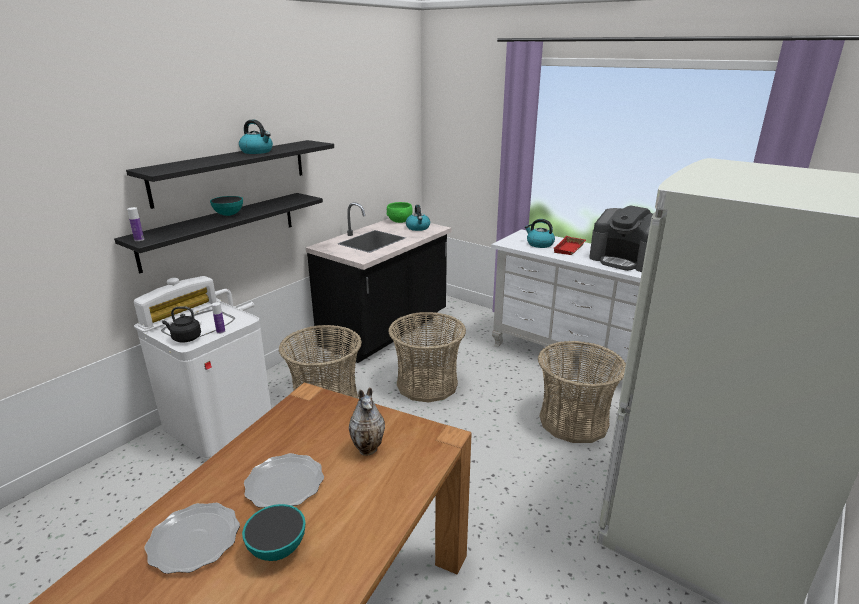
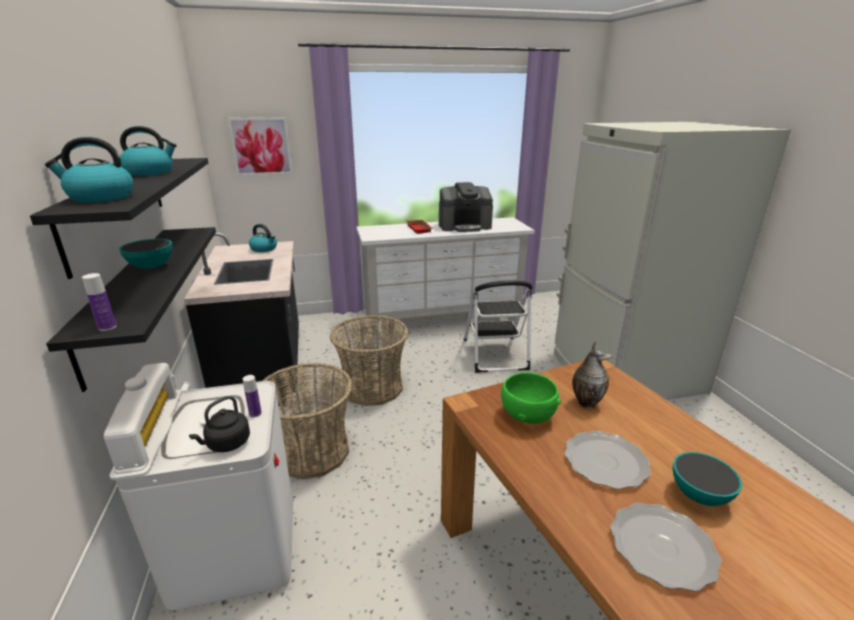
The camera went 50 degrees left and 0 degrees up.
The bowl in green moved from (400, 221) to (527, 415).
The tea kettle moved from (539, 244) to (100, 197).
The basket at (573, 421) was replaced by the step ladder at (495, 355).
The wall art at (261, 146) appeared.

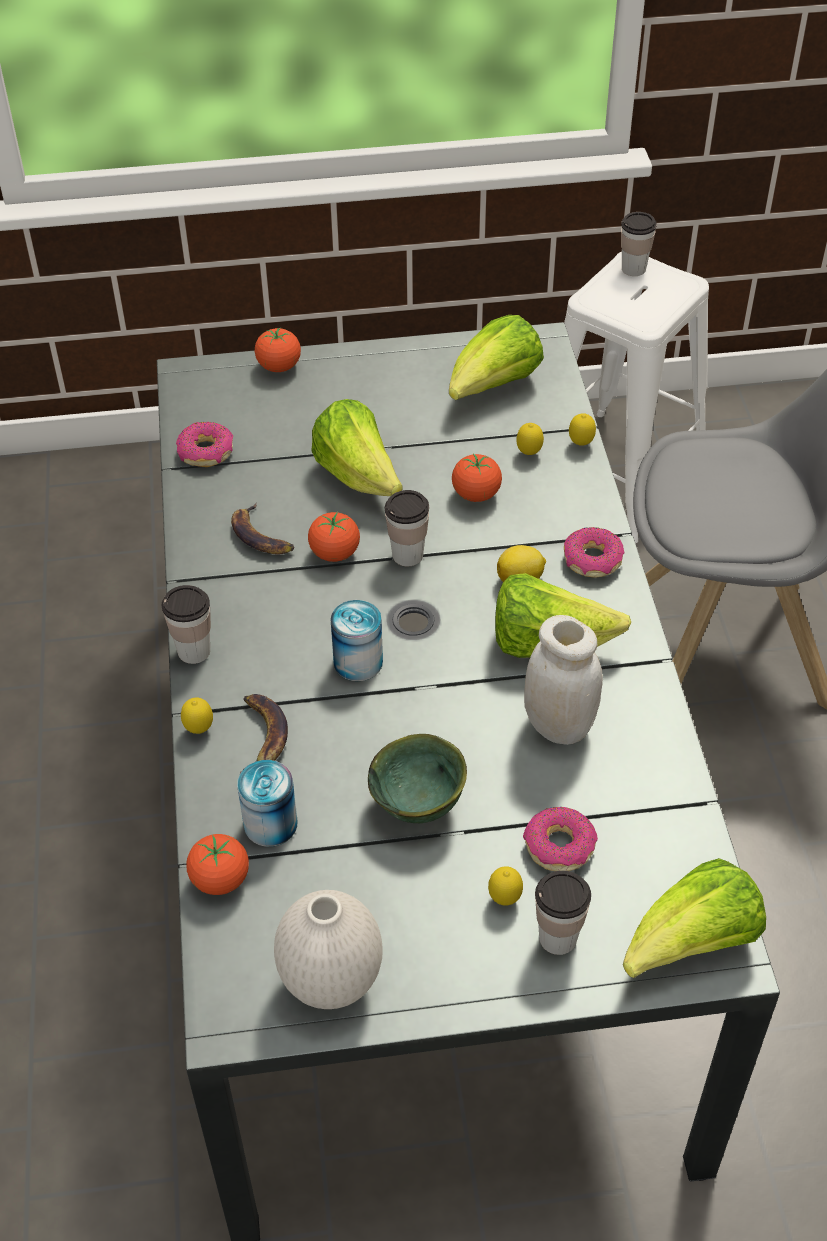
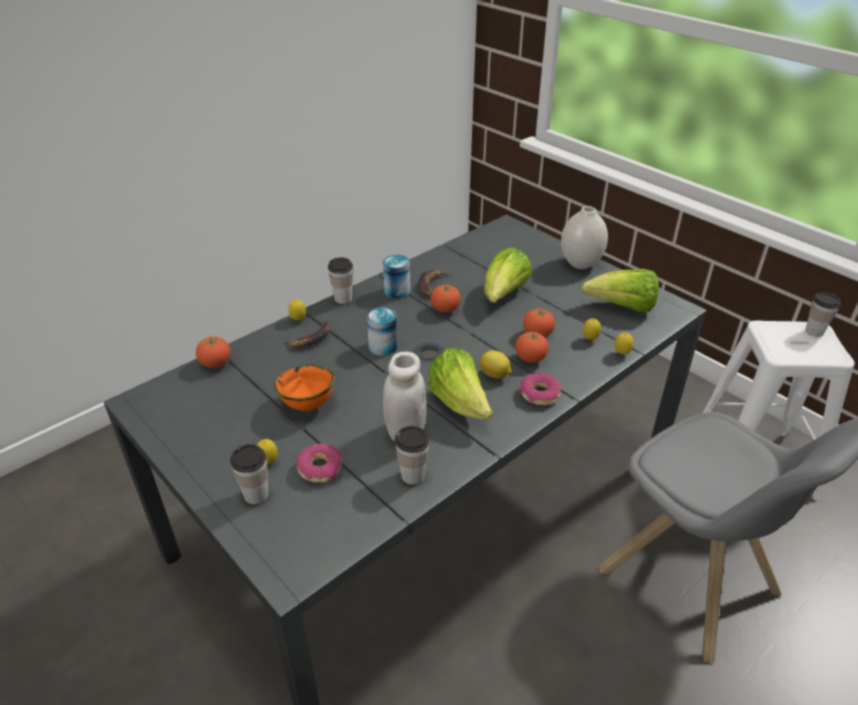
The camera went 55 degrees right and 10 degrees down.
The ring doughnut at (206, 452) disappeared.
The metal can moved from (270, 824) to (397, 291).
The whole tomato moved from (279, 366) to (530, 359).
The decorative vase in white-coloured moved from (332, 984) to (580, 264).
The bowl in green at (419, 806) became the bowl in orangey at (307, 406).
The cup moved from (407, 555) to (412, 475).
The head of lettuce at (691, 944) disappeared.

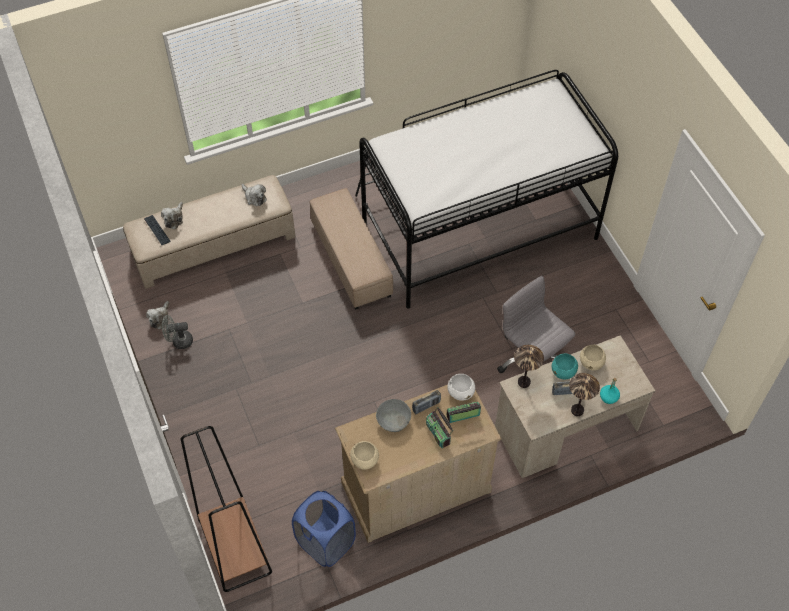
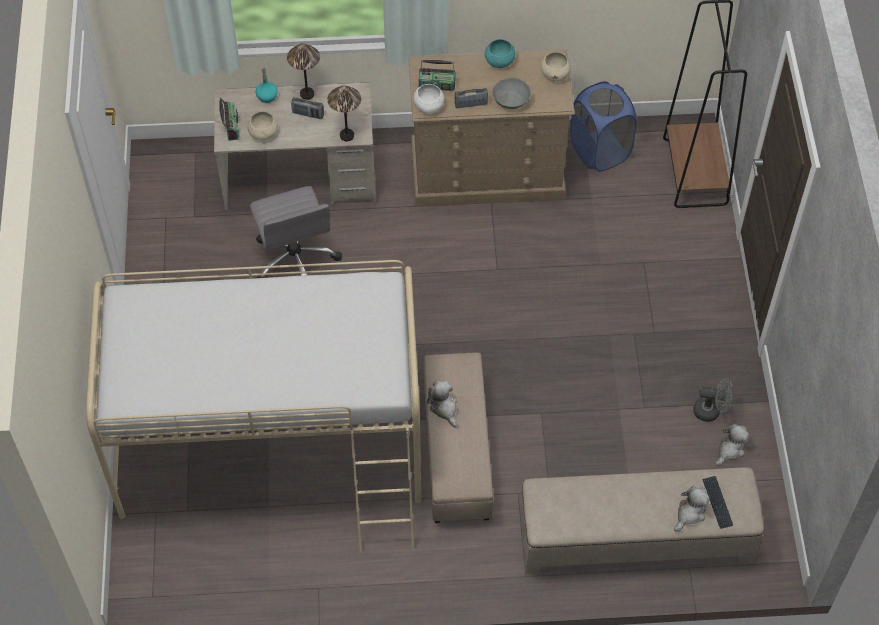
The camera went 160 degrees left and 0 degrees up.
The cuddly toy moved from (254, 197) to (444, 408).
The bed in blackish at (476, 230) became the bed in beige-coloured at (274, 442).
The radio moved from (438, 433) to (230, 126).
The bowl in blue-green moved from (563, 371) to (499, 61).

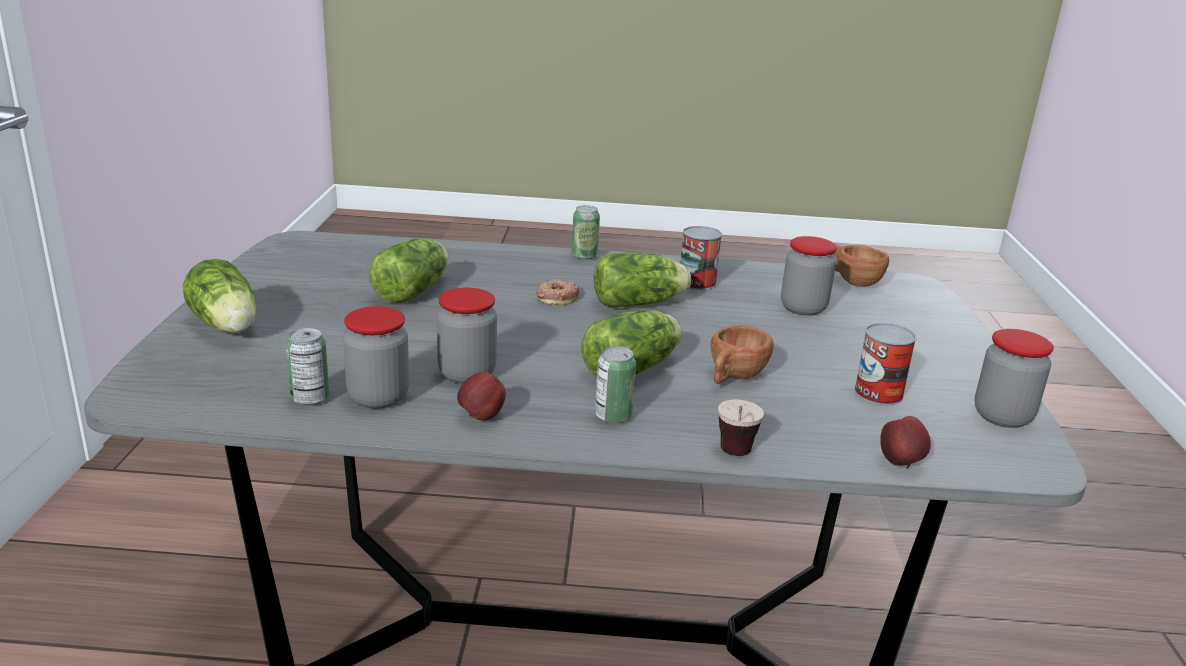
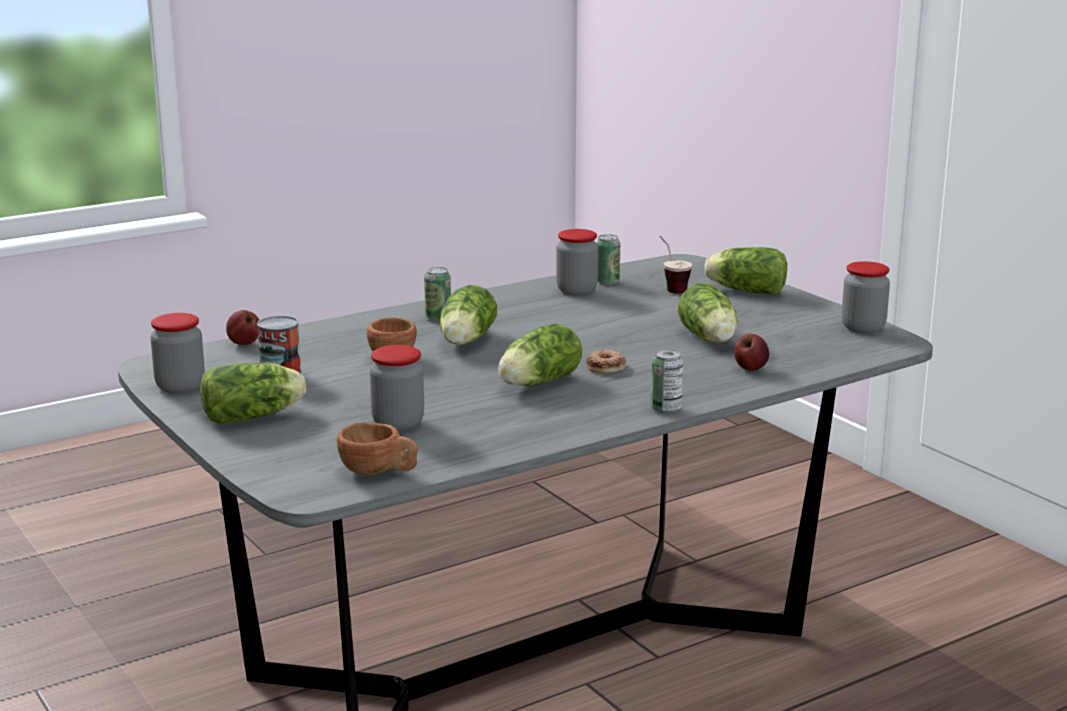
The camera went 145 degrees right and 5 degrees down.
The preserve jar moved from (467, 374) to (863, 328).
The apple fruit moved from (481, 417) to (750, 369).
The metal can at (697, 282) disappeared.
The cup moved from (734, 458) to (671, 288).
The head of lettuce at (256, 416) appeared.

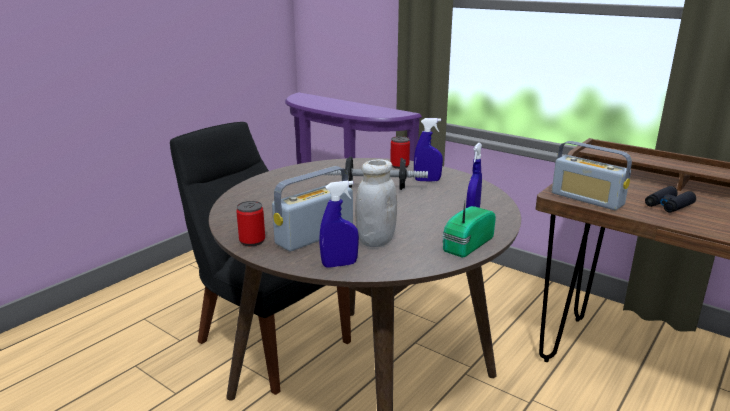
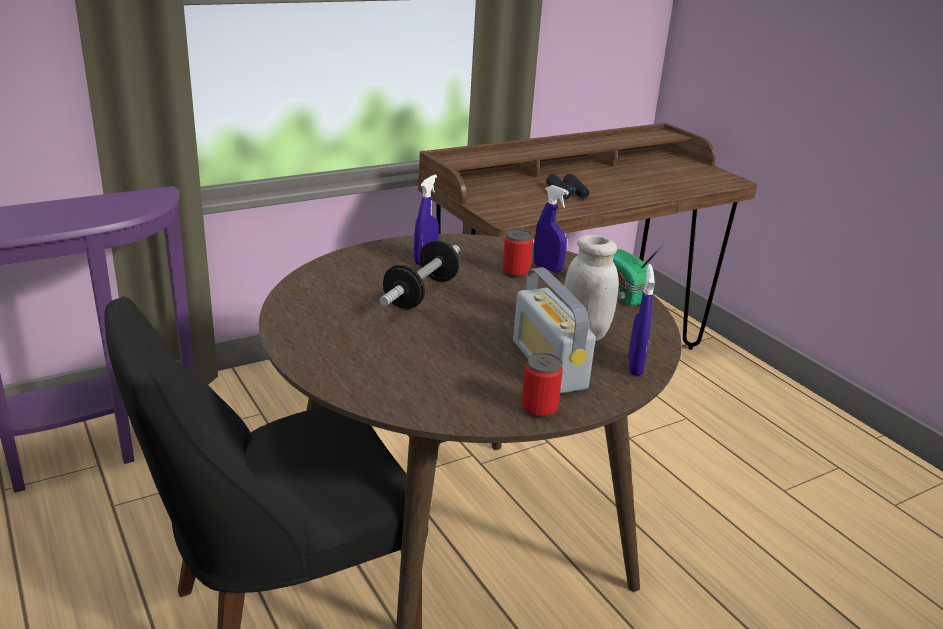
The camera went 70 degrees left and 5 degrees up.
The metal can moved from (399, 166) to (515, 272).
The radio at (587, 199) disappeared.

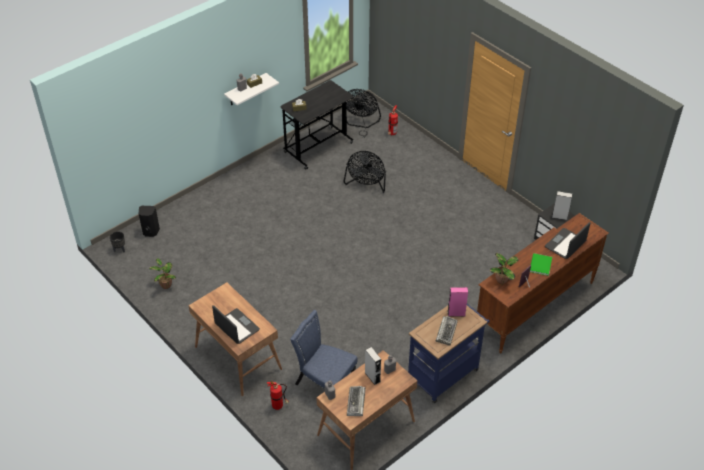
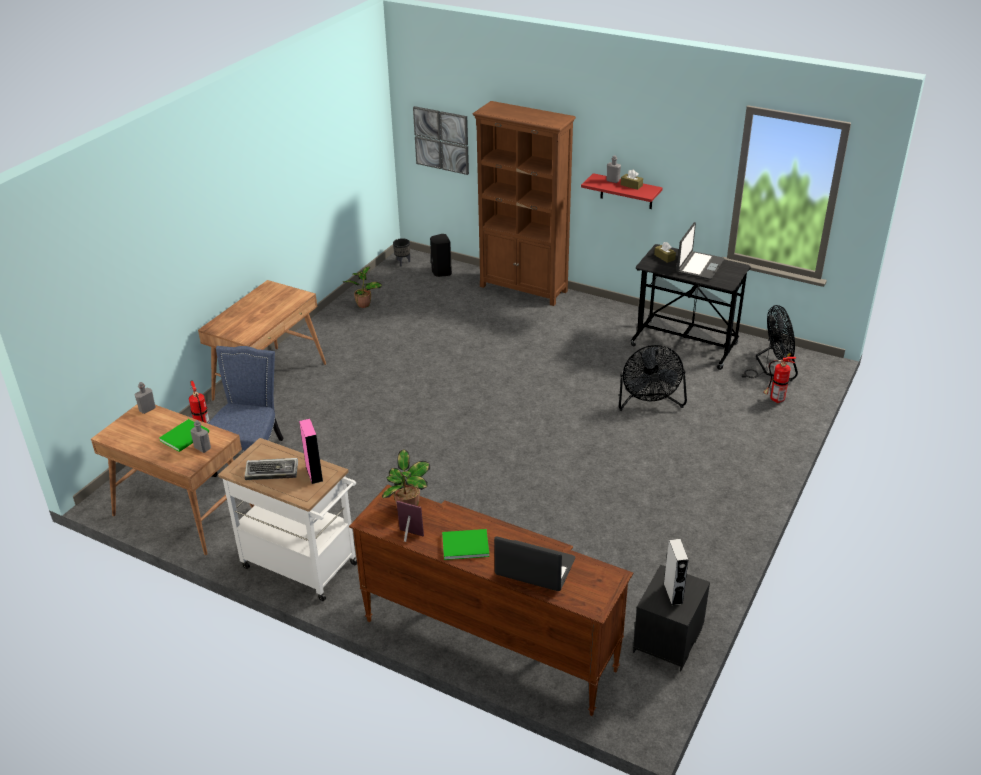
The camera went 70 degrees right and 10 degrees down.
The notebook computer moved from (236, 327) to (699, 266).
The wall shelf in white-coloured at (246, 90) became the wall shelf in red-coloured at (626, 191).
The cooling fan in blackish at (365, 183) turned 90 degrees counterclockwise.
The keyboard at (356, 403) disappeared.
The speaker in grey at (372, 377) was replaced by the bound book in green at (186, 436).
The wheeled cart in bluish at (445, 374) became the wheeled cart in white-coloured at (303, 567).
The wall art at (441, 140) appeared.
The bookshelf in brown-coloured at (524, 289) appeared.

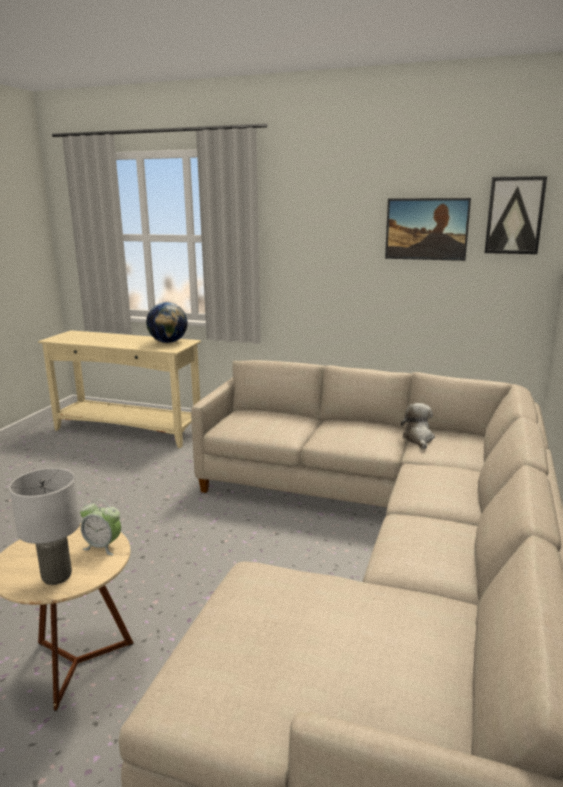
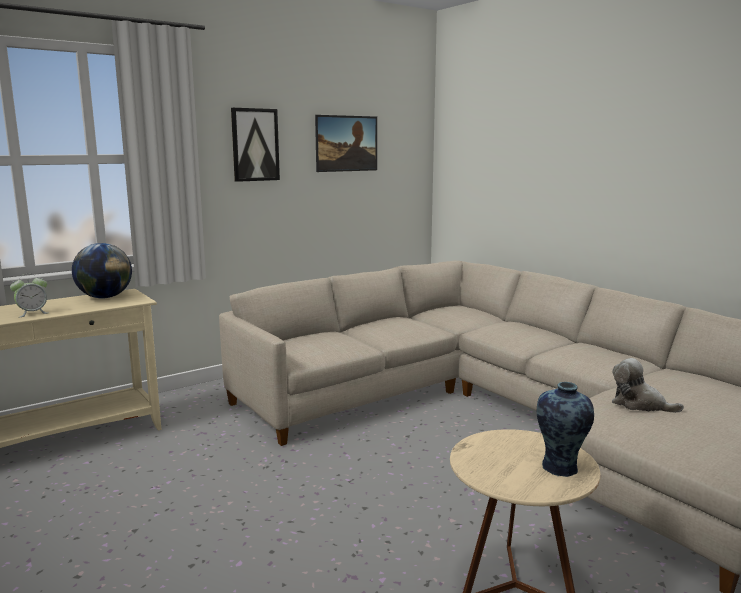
The camera went 55 degrees left and 5 degrees down.
The lamp for a table in white-coloured at (55, 577) was replaced by the decorative vase at (560, 468).
The alarm clock moved from (103, 547) to (32, 313).
The cuddly toy moved from (418, 439) to (639, 404).
The wall art moved from (514, 215) to (255, 145).

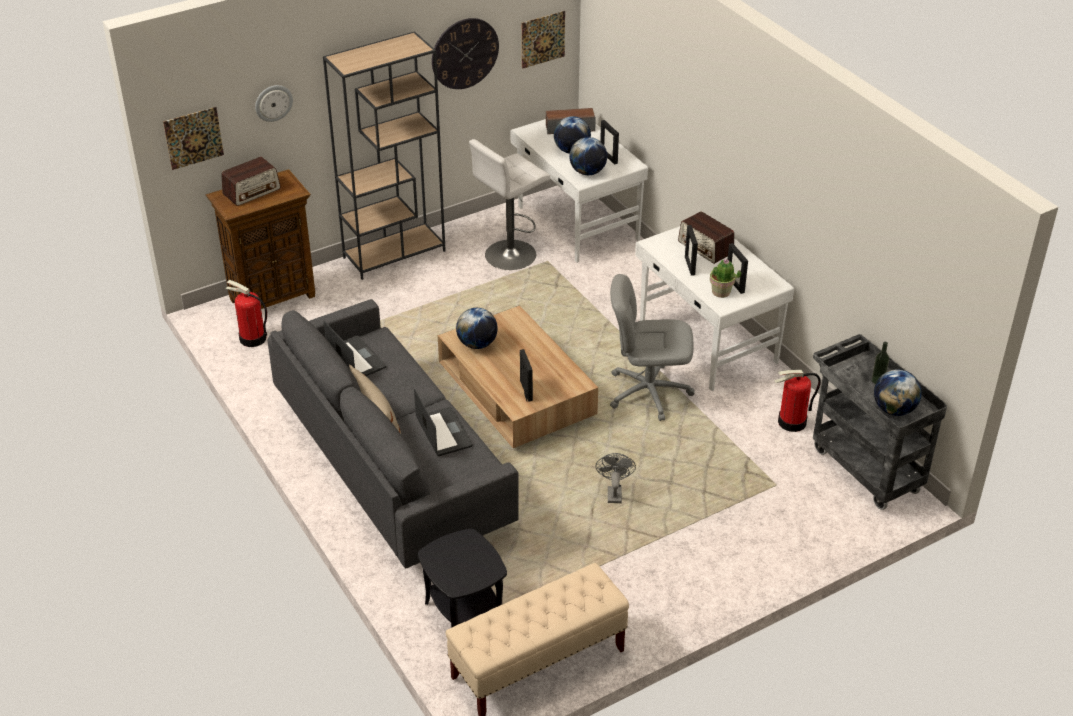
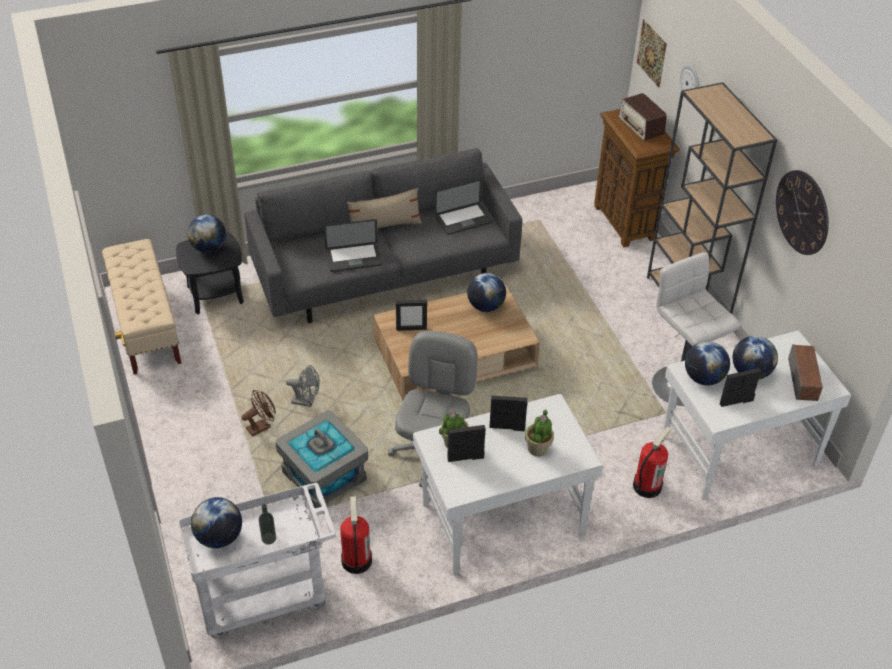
The camera went 100 degrees right and 5 degrees up.
The fire extinguisher moved from (252, 338) to (647, 486).
The wall art at (543, 39) disappeared.
The radio at (705, 247) was replaced by the houseplant at (538, 448).
The wheeled cart in blackish at (862, 469) became the wheeled cart in white-coloured at (268, 602).
The globe at (209, 248) appeared.
The cooling fan in brown-coloured at (261, 426) appeared.
The storage container in grey at (323, 476) appeared.

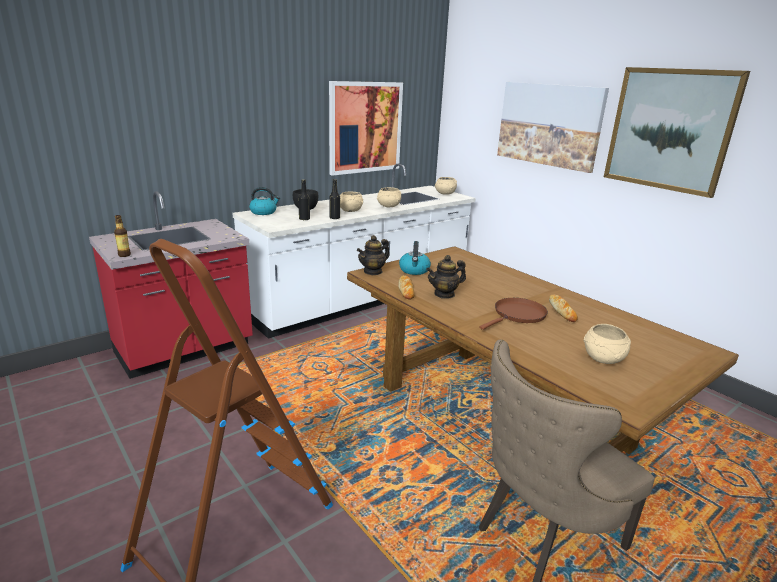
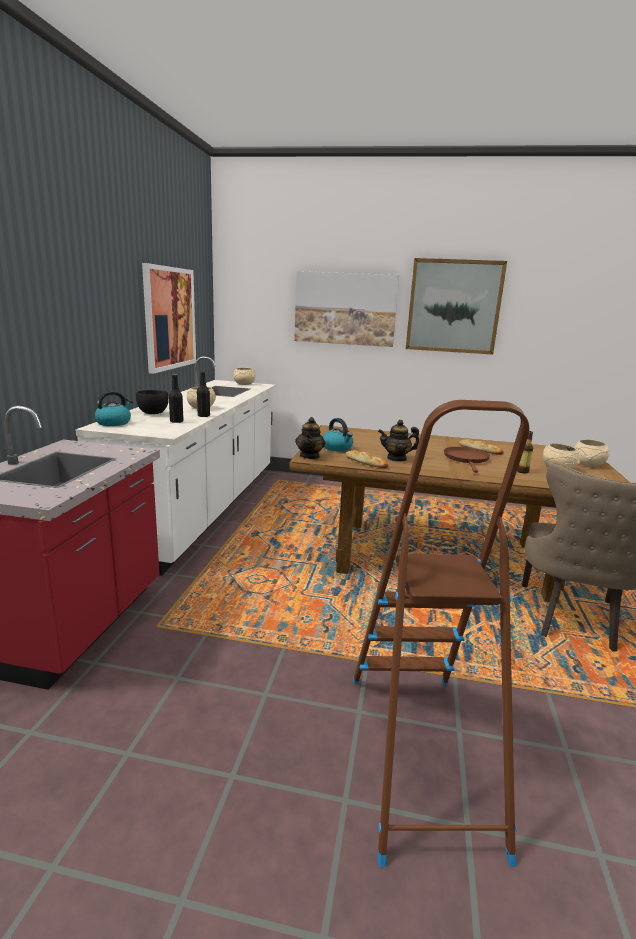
The camera went 40 degrees left and 5 degrees down.
The beverage bottle moved from (124, 255) to (522, 471).
The bowl in beige-coloured moved from (389, 206) to (588, 464).
The tea pot at (444, 294) turned 60 degrees clockwise.

